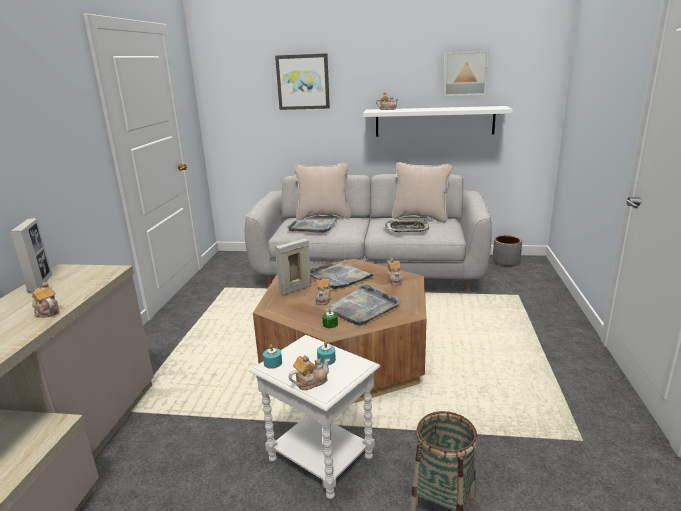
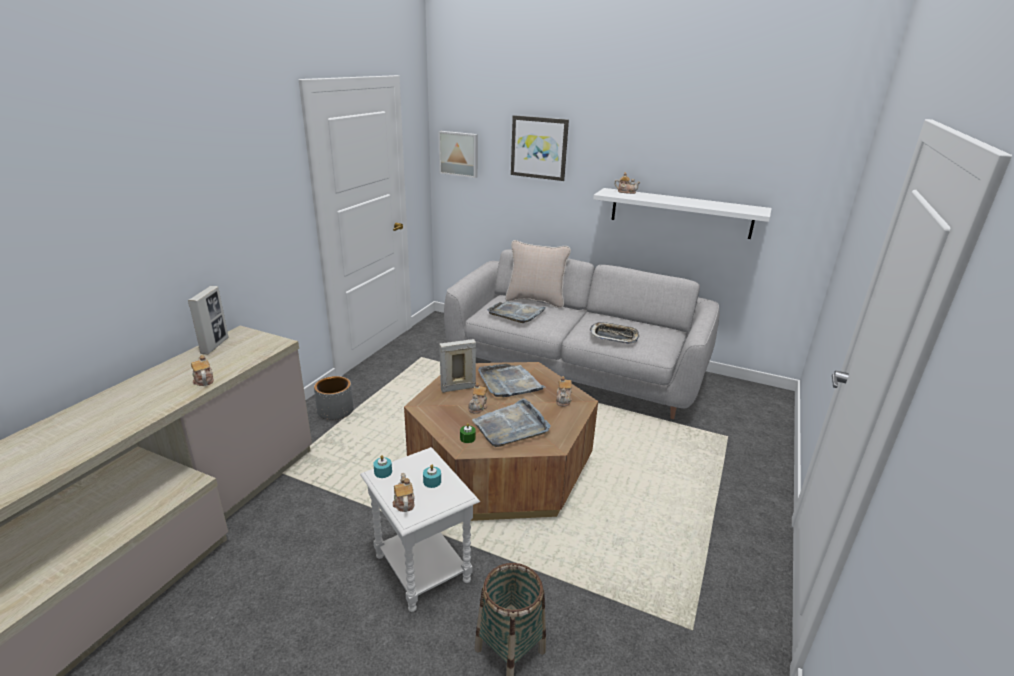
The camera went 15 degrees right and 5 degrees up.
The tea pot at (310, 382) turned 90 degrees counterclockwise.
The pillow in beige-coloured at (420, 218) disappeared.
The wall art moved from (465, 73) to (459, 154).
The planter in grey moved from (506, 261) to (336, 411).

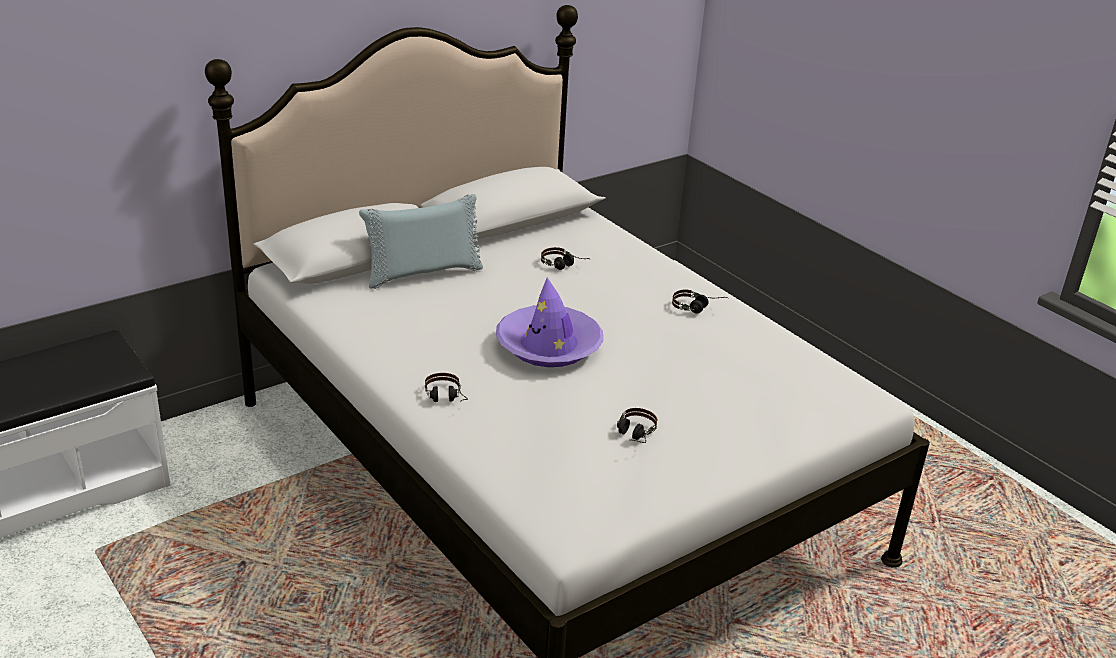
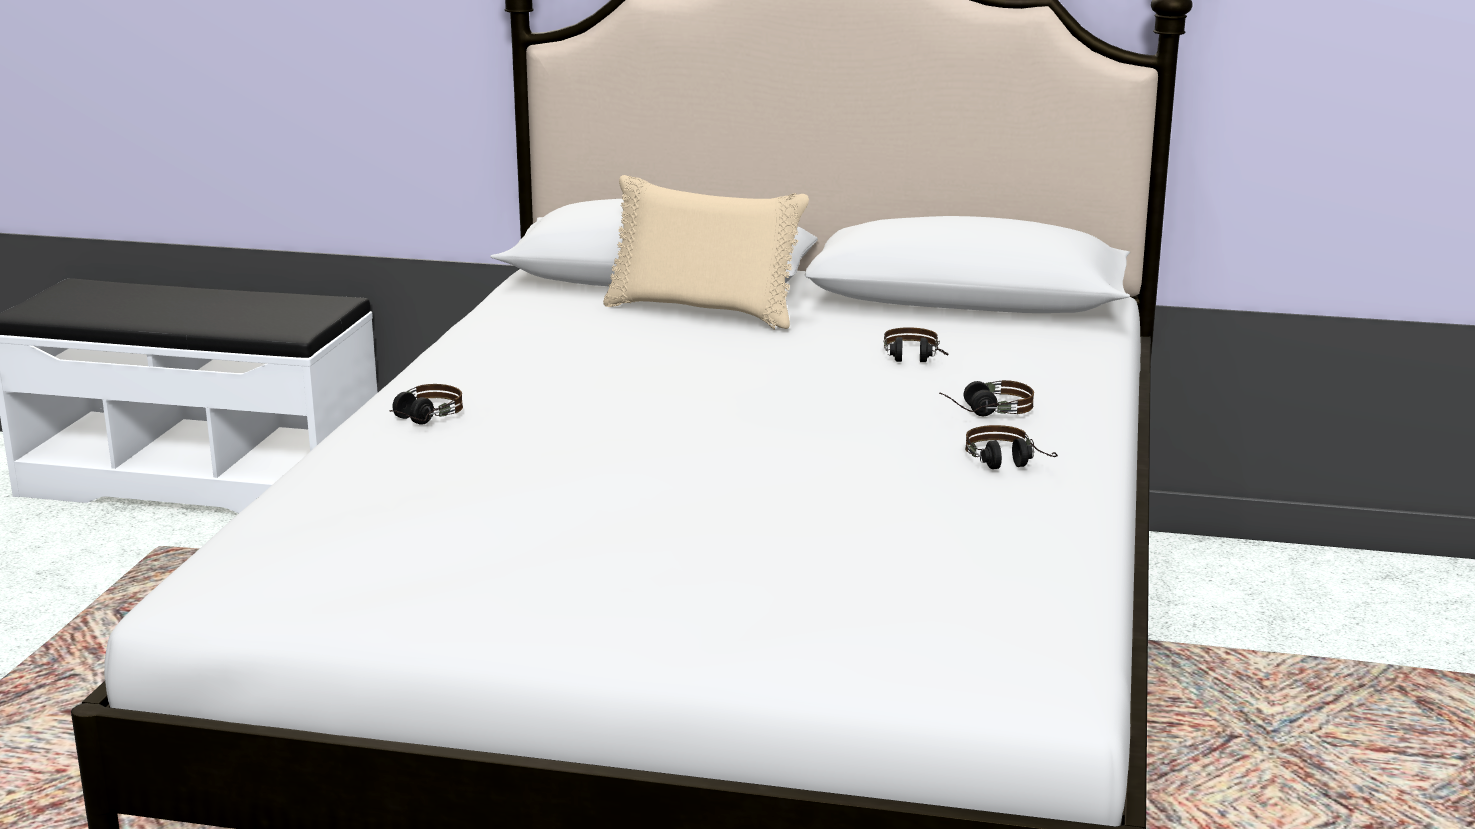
The camera went 50 degrees right and 10 degrees down.
The pillow in bluish at (423, 273) became the pillow in beige-coloured at (703, 312).
The wearable hat in purple-coloured at (549, 346) disappeared.
The headset moved from (633, 436) to (983, 412).

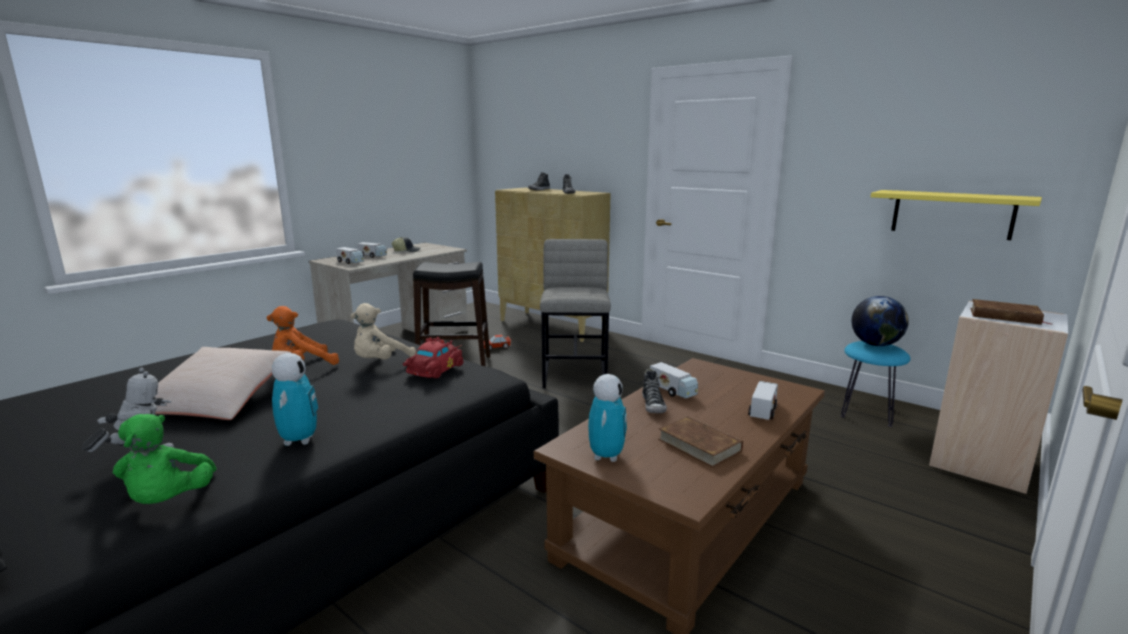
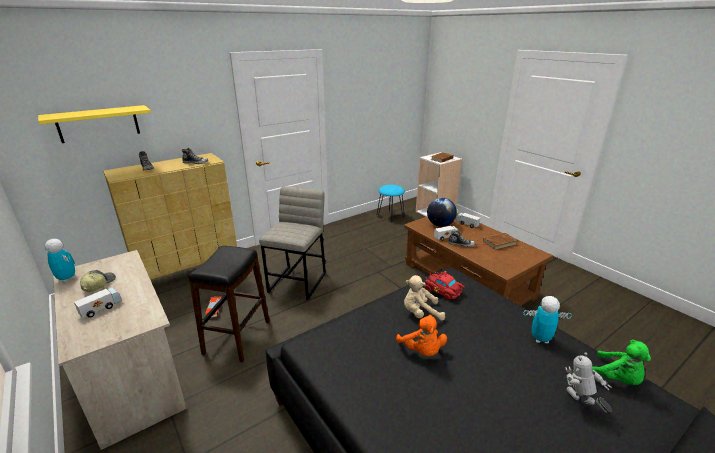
The camera went 75 degrees left and 10 degrees up.
The cuddly toy in green at (169, 501) turned 60 degrees clockwise.
The pillow in beige-coloured at (218, 400) disappeared.
The model truck at (350, 262) disappeared.
The cuddly toy in beige-coloured at (381, 362) turned 120 degrees clockwise.
The chair in grey at (574, 374) turned 90 degrees clockwise.
The robot figure moved from (606, 456) to (67, 278).
The globe moved from (875, 344) to (440, 225).
The wall shelf in yellow-coloured moved from (952, 214) to (98, 124).

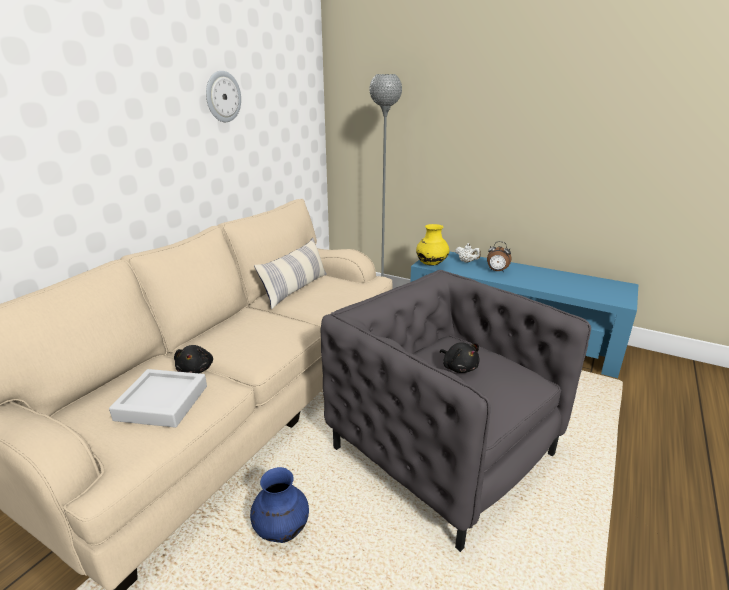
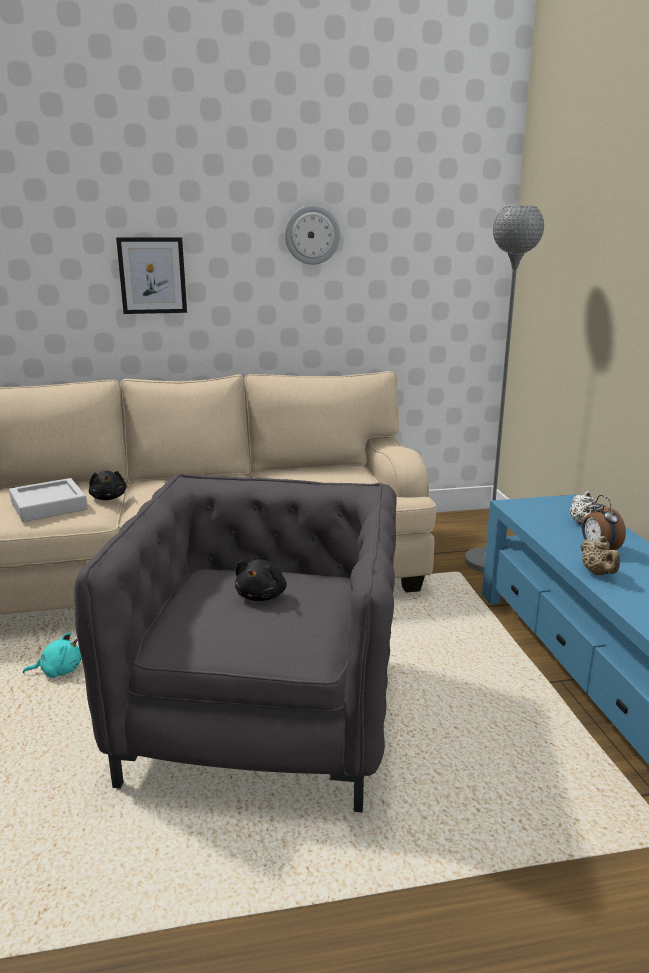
The camera went 50 degrees right and 5 degrees down.
The cuddly toy in blackish at (196, 369) turned 60 degrees counterclockwise.
The decorative vase in bluish at (281, 530) was replaced by the cuddly toy in blue-green at (59, 670).
The pillow at (296, 289) disappeared.
The decorative vase in yellow-coloured at (431, 264) disappeared.
The wall art at (152, 275) appeared.
The tea pot in beige-coloured at (597, 573) appeared.

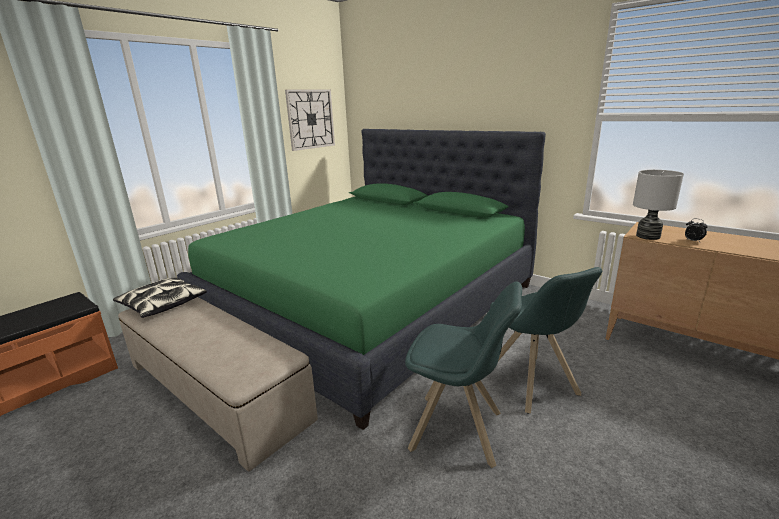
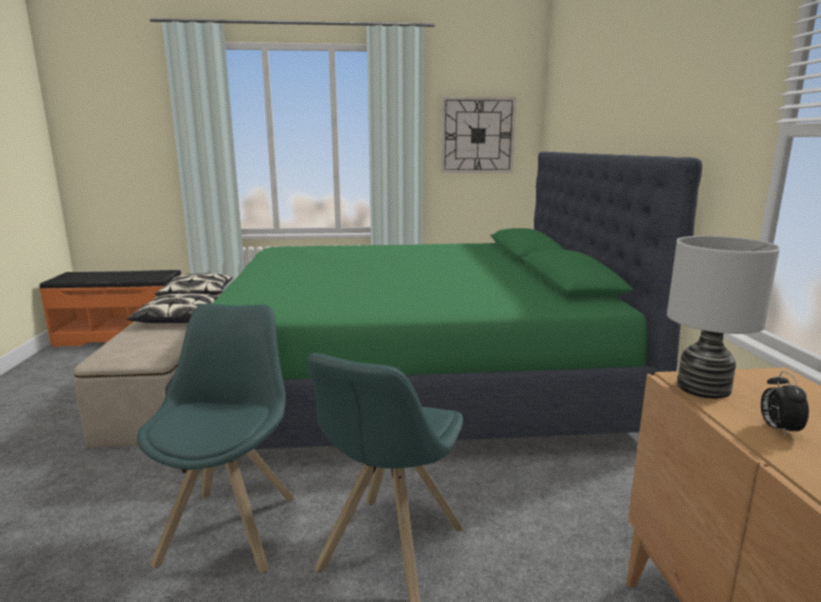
The camera went 45 degrees right and 5 degrees down.
The chair in blue-green at (457, 430) turned 150 degrees counterclockwise.
The pillow at (180, 318) appeared.

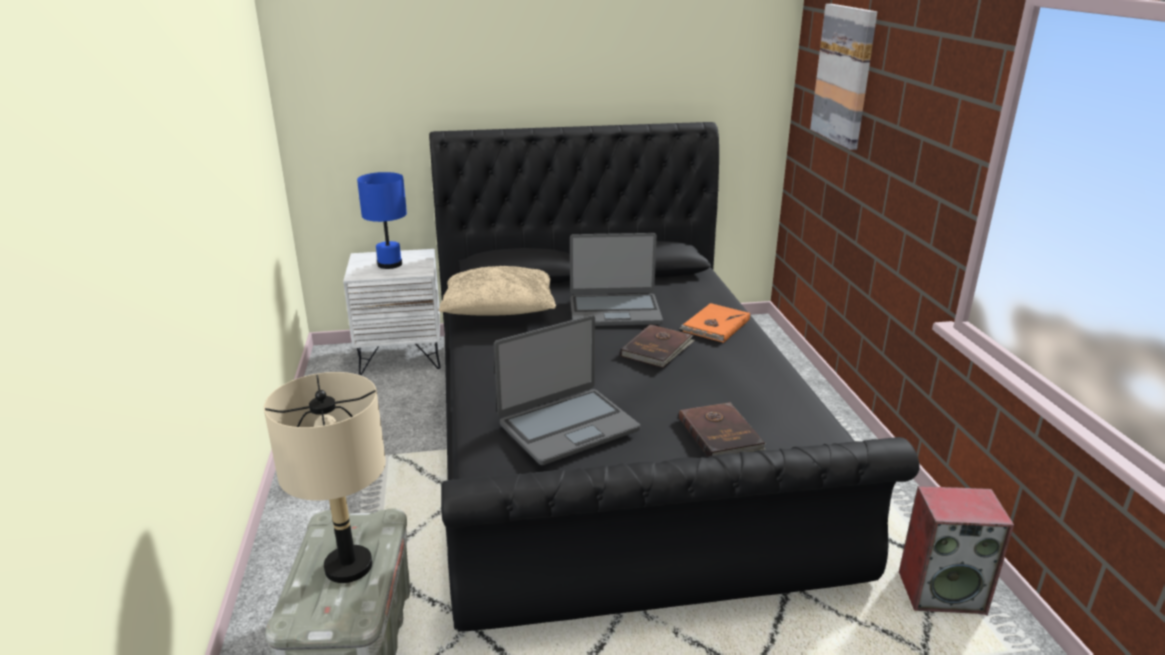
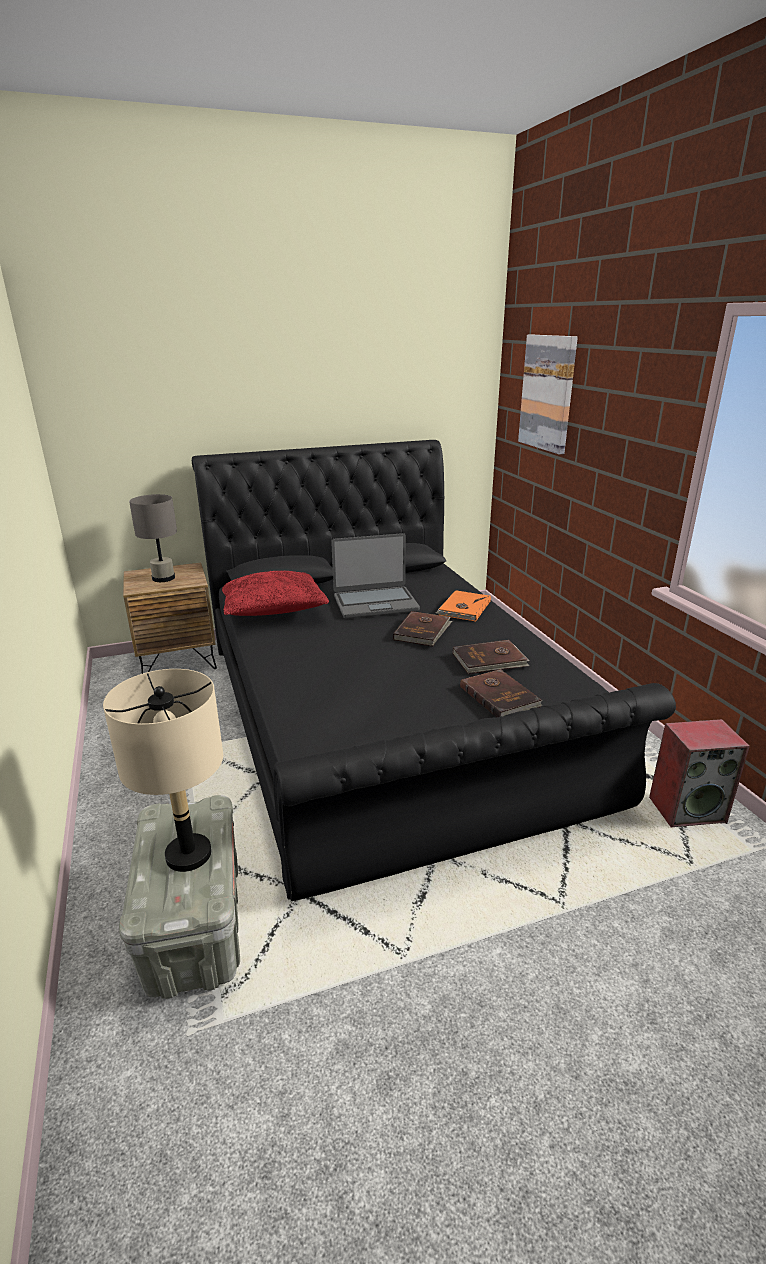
The camera went 10 degrees left and 0 degrees up.
The bedside table in white-coloured at (401, 356) became the bedside table in brown-coloured at (178, 660).
The lamp for a table in bluish at (389, 264) became the lamp for a table in grey at (163, 578).
The pillow in beige-coloured at (499, 310) became the pillow in red-coloured at (274, 610).
The notebook computer at (567, 426) disappeared.
The bound book in brown-coloured at (490, 660) appeared.

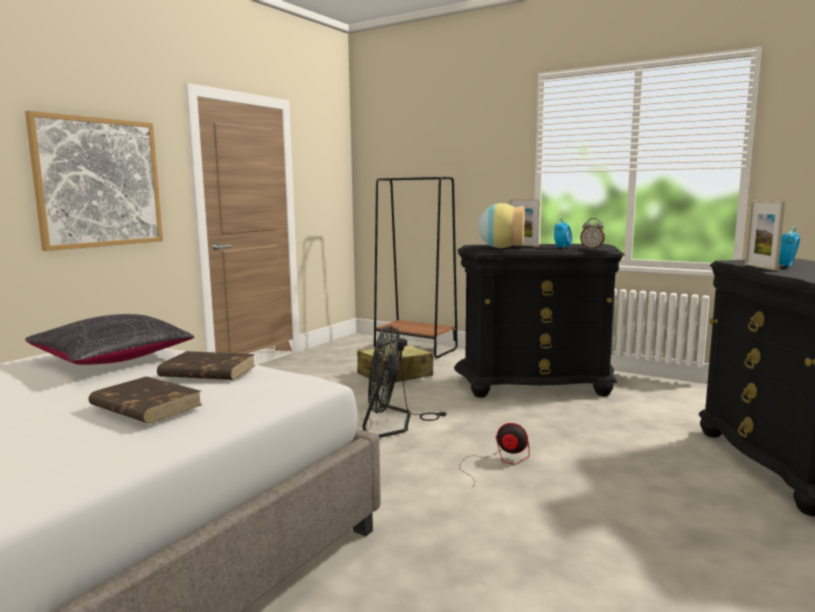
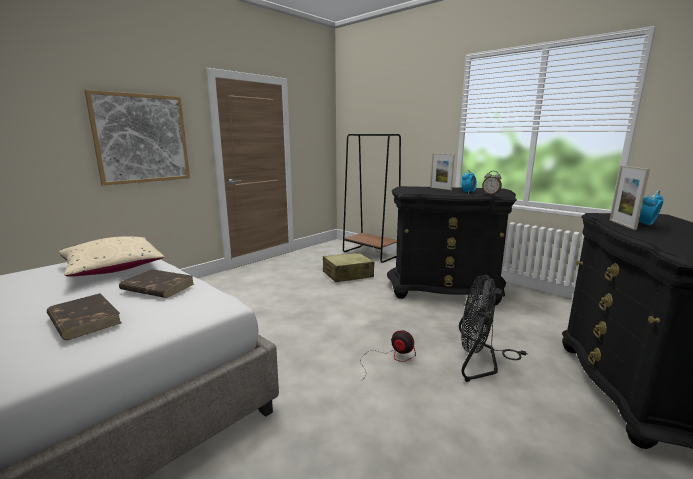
The camera went 10 degrees right and 5 degrees up.
The pillow in blackish at (112, 359) became the pillow in beige-coloured at (113, 268).
The cooling fan in blackish moved from (395, 421) to (481, 357).
The decorative vase at (501, 247) disappeared.

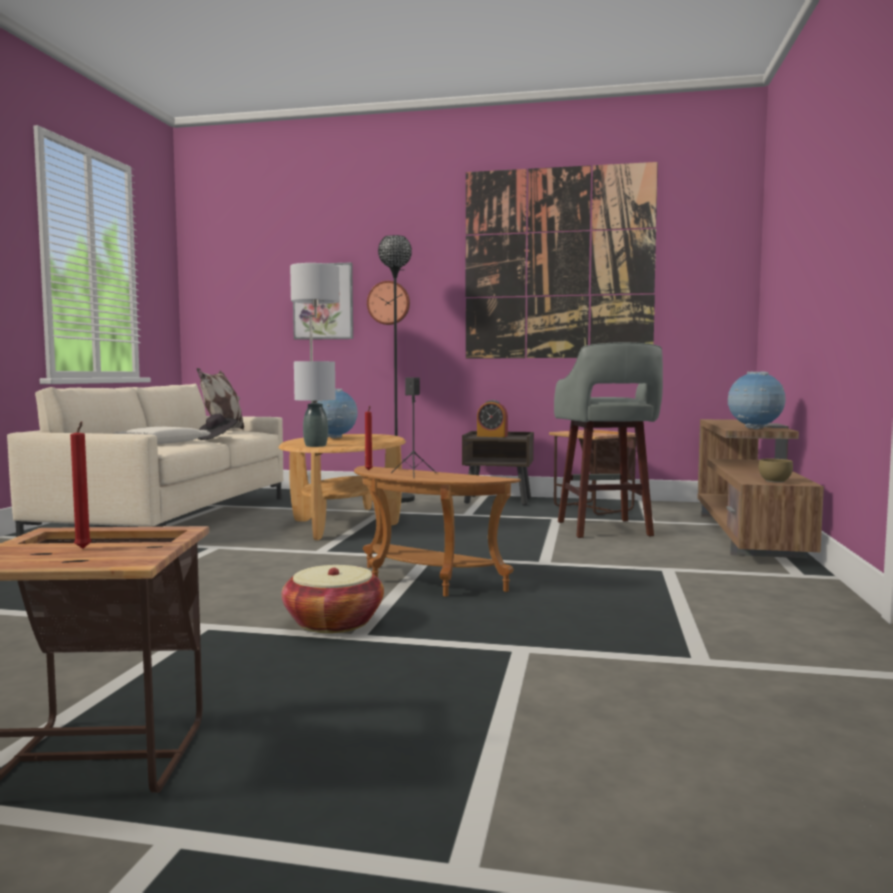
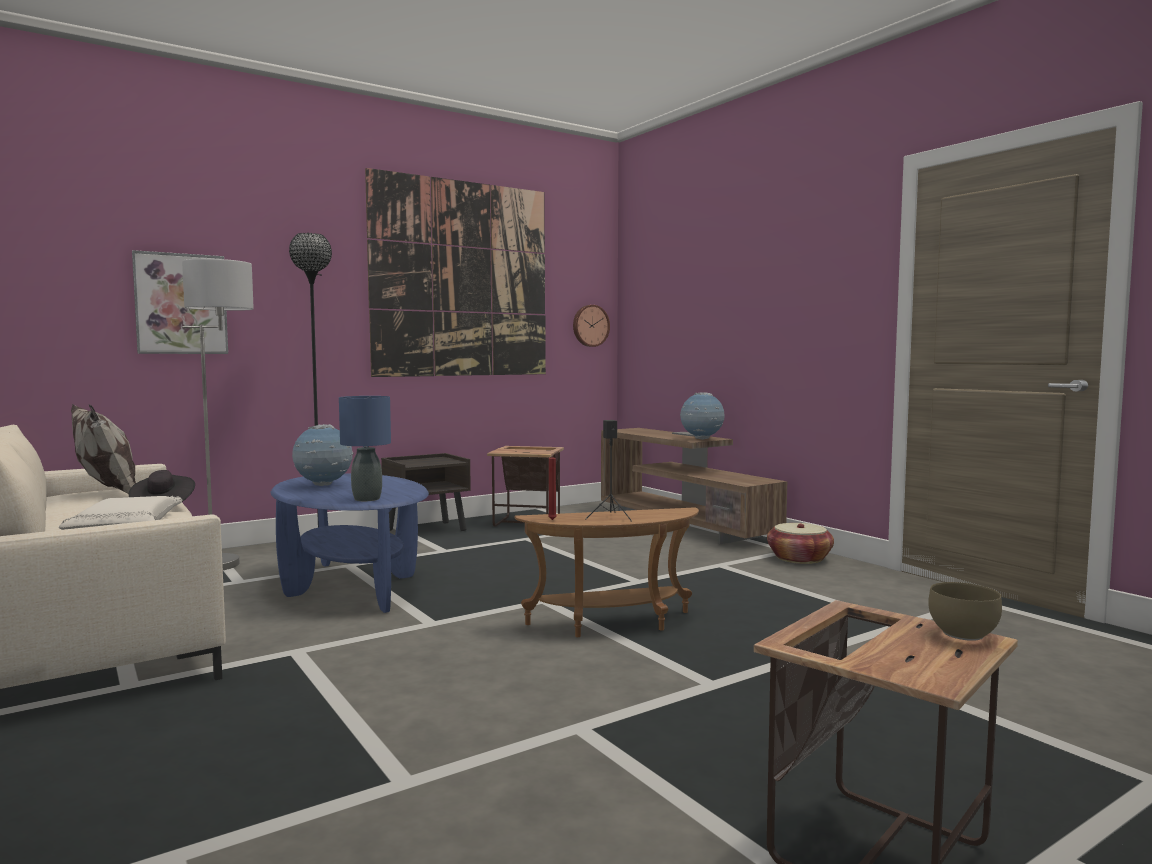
The camera went 45 degrees left and 0 degrees up.
The wax candle in red-coloured at (83, 549) disappeared.
The lounge table in brown-coloured at (345, 522) became the lounge table in bluish at (351, 586).
The basket moved from (333, 622) to (799, 558).
The lamp for a table in grey at (316, 446) became the lamp for a table in bluish at (367, 499).
The clock on the wall moved from (389, 303) to (590, 325).
The alarm clock at (492, 436) disappeared.
The stool in grey at (604, 530) disappeared.
The bowl in brown-coloured moved from (774, 481) to (960, 633).

